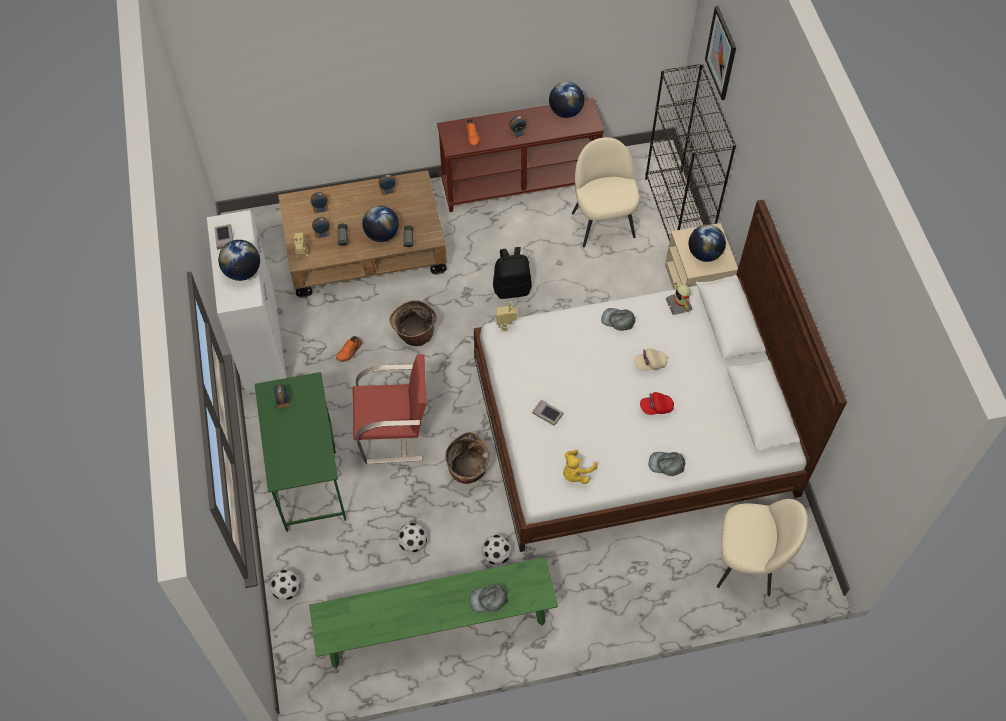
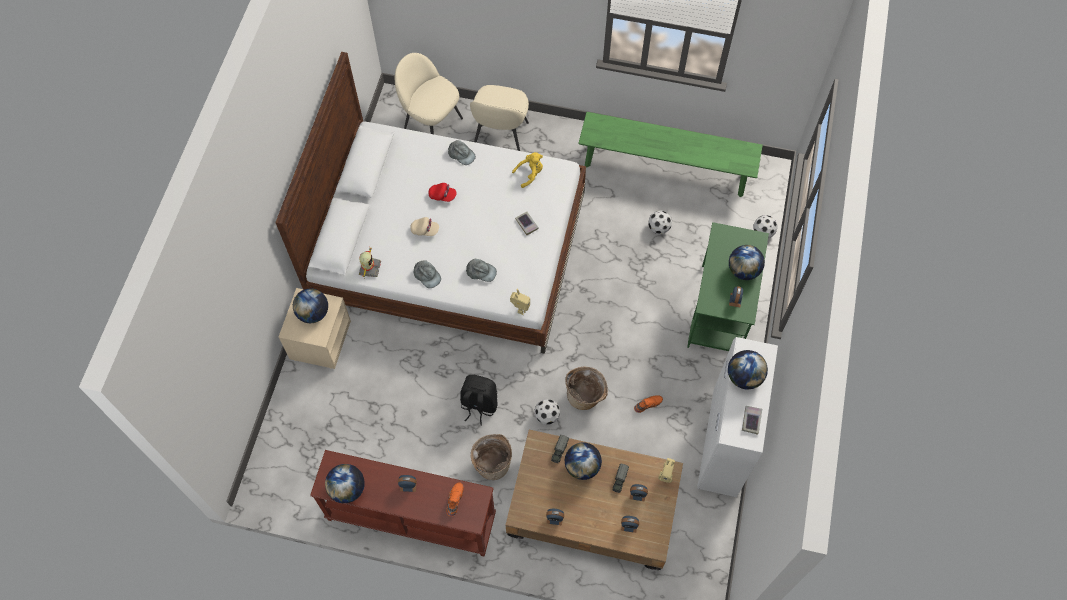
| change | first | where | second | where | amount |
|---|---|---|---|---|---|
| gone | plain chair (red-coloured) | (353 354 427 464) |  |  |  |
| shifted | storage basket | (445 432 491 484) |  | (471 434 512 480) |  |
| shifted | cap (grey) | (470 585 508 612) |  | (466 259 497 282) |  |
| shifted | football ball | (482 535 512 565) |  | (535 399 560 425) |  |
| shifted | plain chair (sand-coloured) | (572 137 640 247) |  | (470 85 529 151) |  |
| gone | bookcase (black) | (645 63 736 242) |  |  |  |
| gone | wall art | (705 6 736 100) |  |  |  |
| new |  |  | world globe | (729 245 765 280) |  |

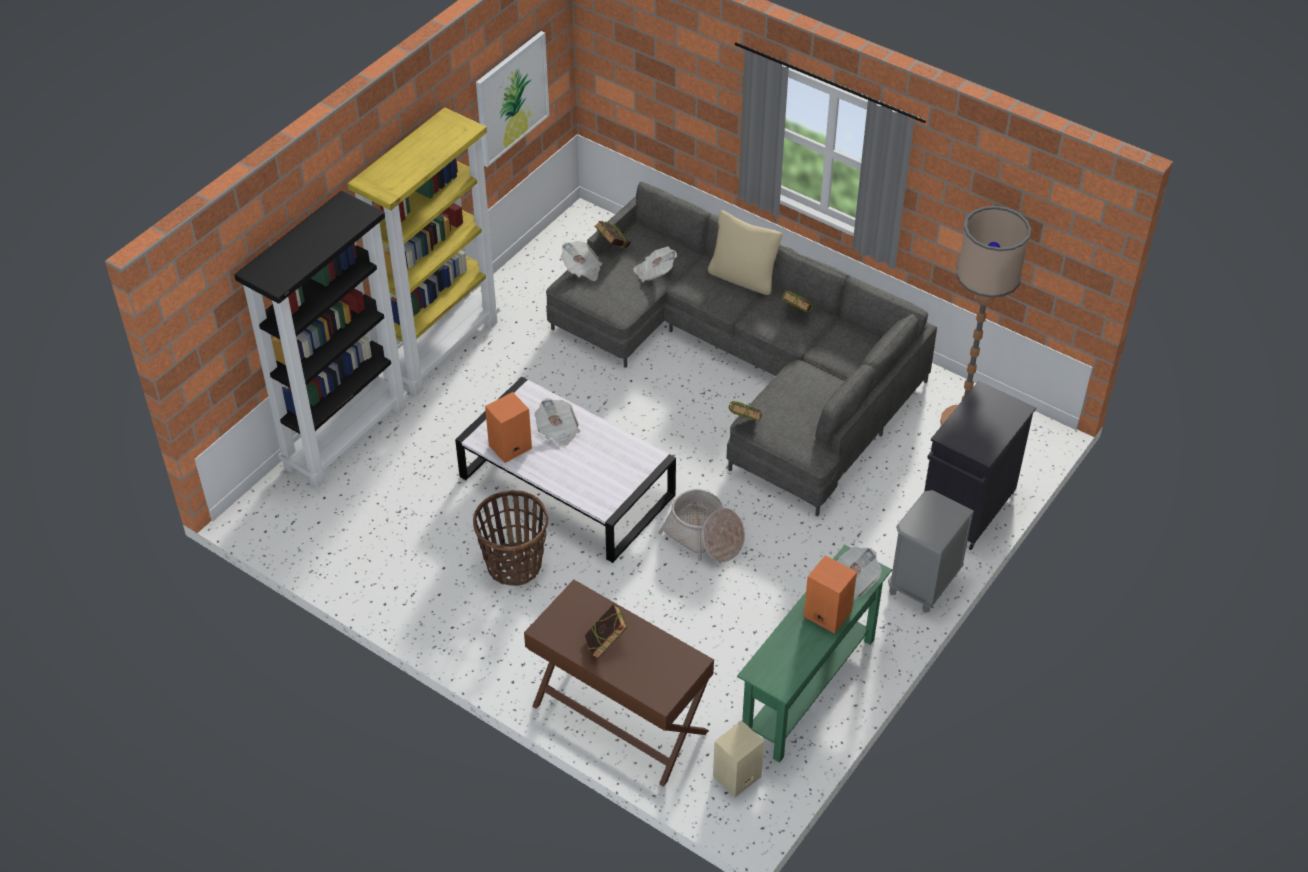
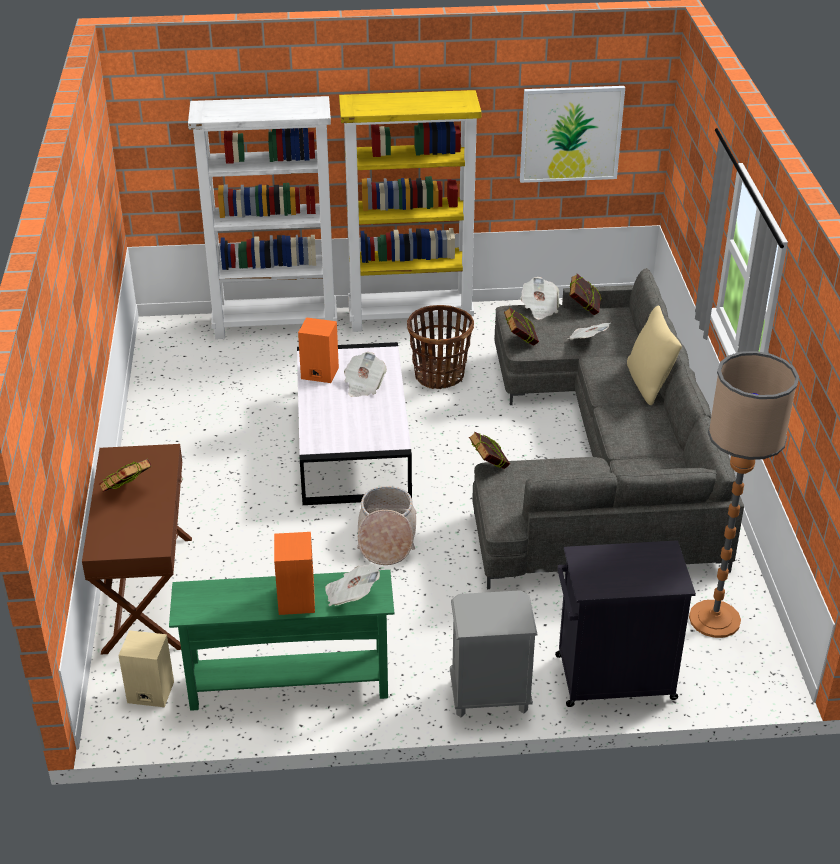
| change | first | where | second | where | amount |
|---|---|---|---|---|---|
| repainted | bookcase (black) | (234 191 408 488) | bookcase (white) | (188 96 337 339) |  |
| shifted | storage basket | (473 490 548 586) |  | (407 305 474 389) |  |
| shifted | bound book | (782 291 813 312) |  | (504 308 539 346) |  |

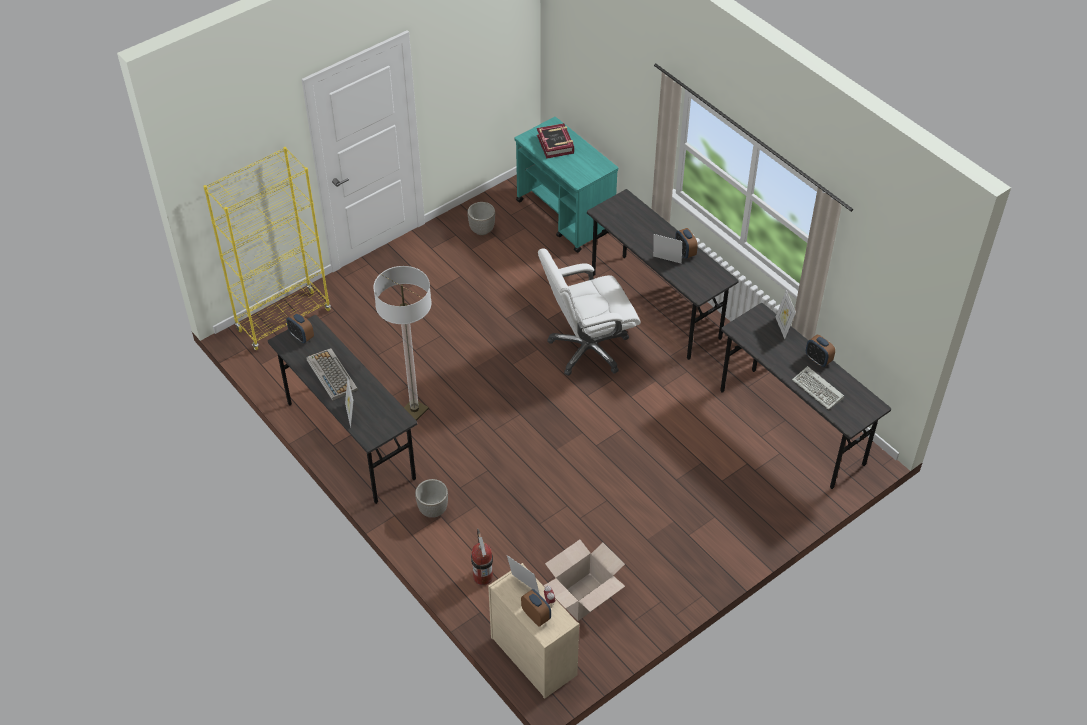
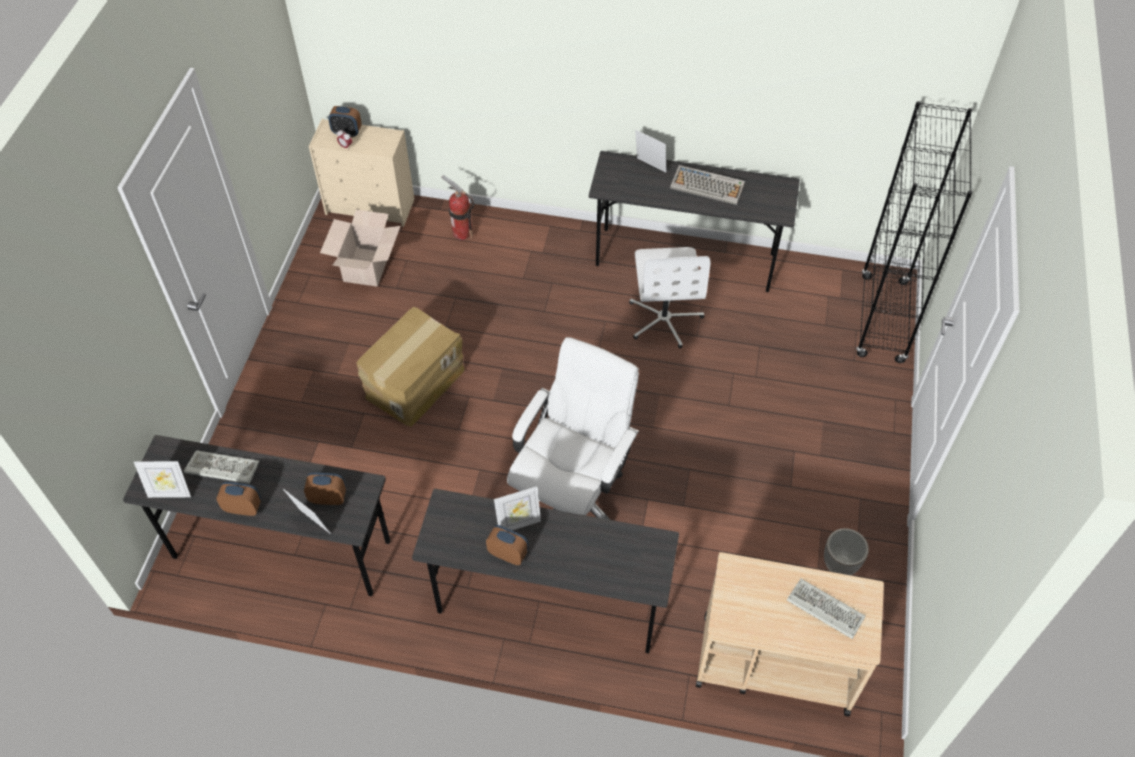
| change | first | where | second | where | amount |
|---|---|---|---|---|---|
| repainted | bookcase (yellowish) | (203 147 331 350) | bookcase (black) | (856 101 973 363) |  |
| shifted | bedside clock | (286 312 314 343) |  | (304 472 346 505) |  |
| swapped | standing lamp | (374 266 432 421) | office chair (white) | (629 247 710 348) |  |
| gone | plant pot | (415 479 448 518) |  |  |  |
| shifted | photo frame | (507 555 539 593) |  | (134 461 191 498) |  |
| repainted | wheeled cart (blue-green) | (515 117 618 253) | wheeled cart (sand-coloured) | (696 552 884 717) |  |
| swapped | bound book | (537 123 574 159) | PC keyboard | (787 579 866 639) |  |
| new |  |  | packing box | (356 307 465 427) |  |

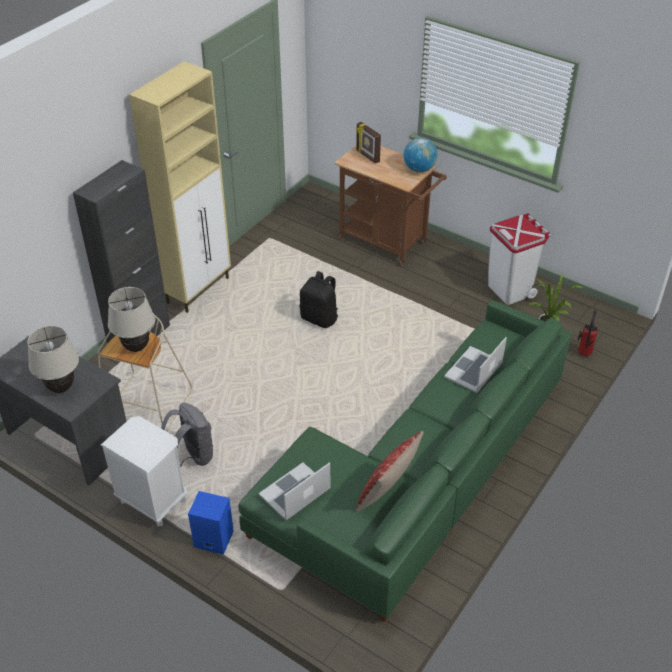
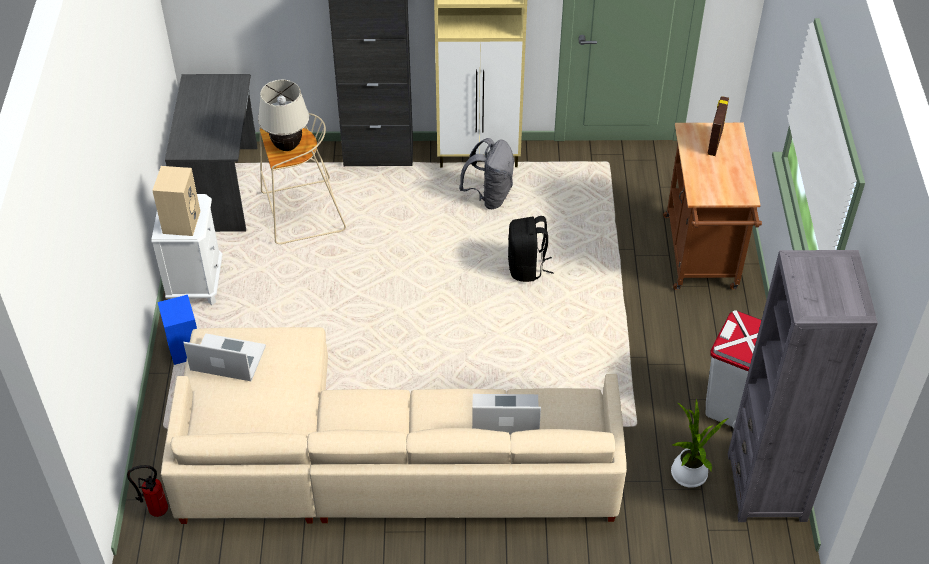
| change | first | where | second | where | amount |
|---|---|---|---|---|---|
| gone | table lamp (sand-coloured) | (27 326 79 393) |  |  |  |
| shifted | knapsack (grey) | (161 403 213 467) |  | (459 138 515 209) |  |
| repainted | sofa (greenish) | (238 300 572 622) | sofa (sand-coloured) | (161 327 627 524) |  |
| gone | cushion | (355 431 424 512) |  |  |  |
| gone | world globe | (403 138 437 172) |  |  |  |
| shifted | fire extinguisher | (577 310 598 357) |  | (127 465 168 517) |  |
| new |  |  | speaker (sand-coloured) | (152 166 201 236) |  |
| new |  |  | bookcase (grey) | (728 250 878 522) |  |

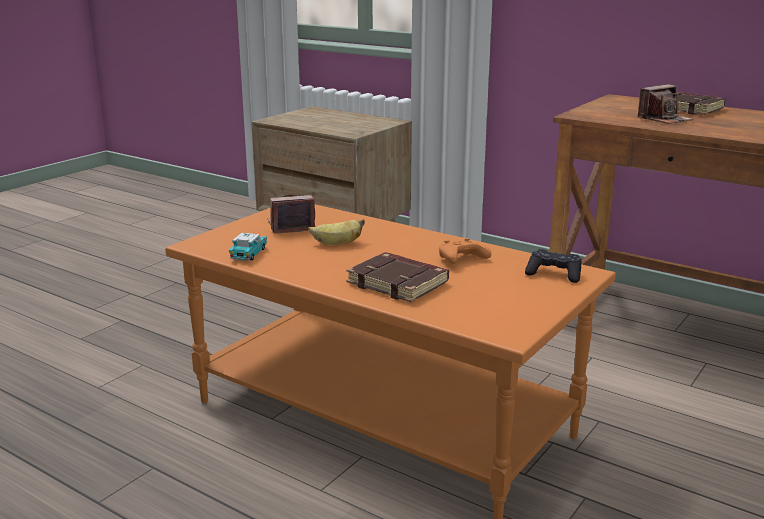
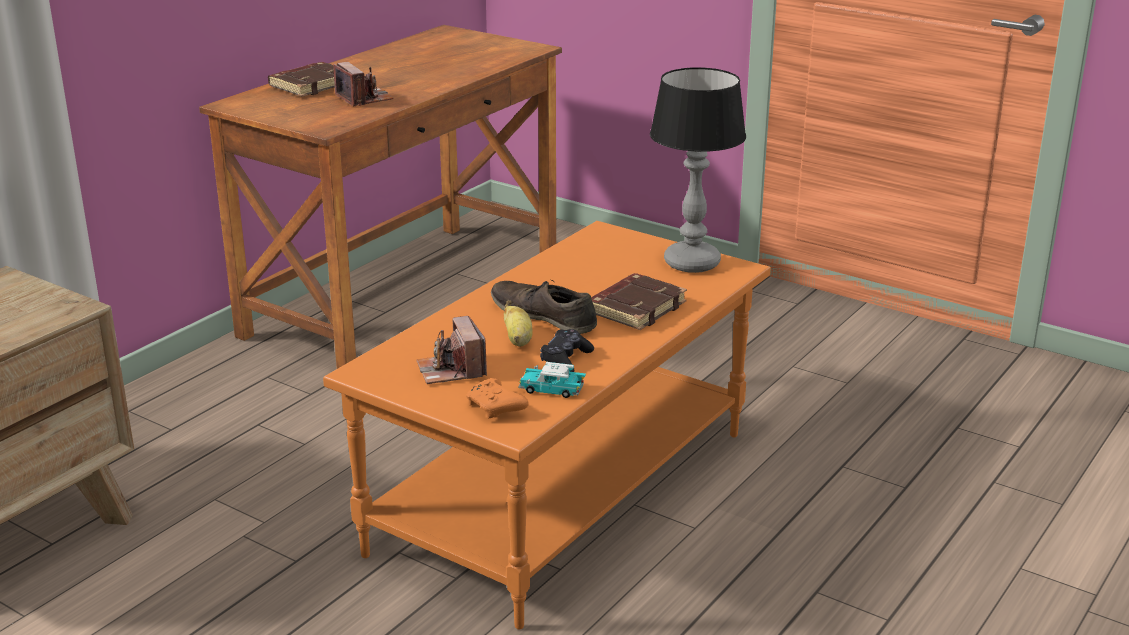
| change | first | where | second | where | amount |
|---|---|---|---|---|---|
| shifted | game controller (orange-coloured) | (439 238 491 264) |  | (466 378 529 418) |  |
| shifted | game controller (black) | (525 249 582 283) |  | (540 329 594 372) |  |
| new |  |  | item of footwear (brownish) | (491 280 597 334) |  |
| new |  |  | table lamp | (650 67 746 273) |  |

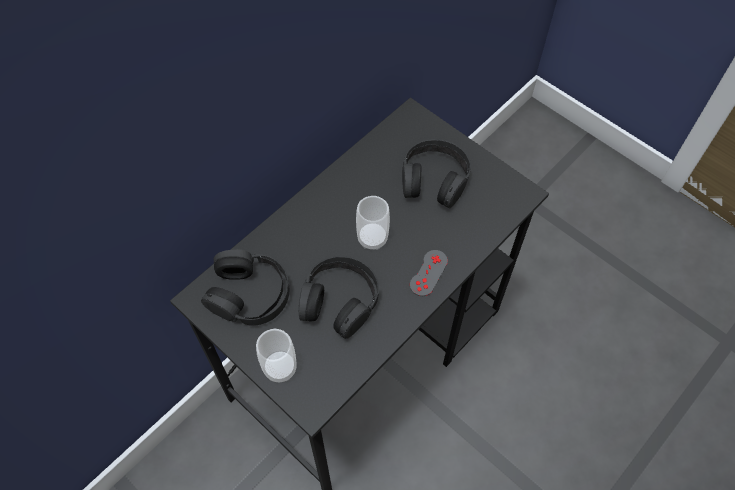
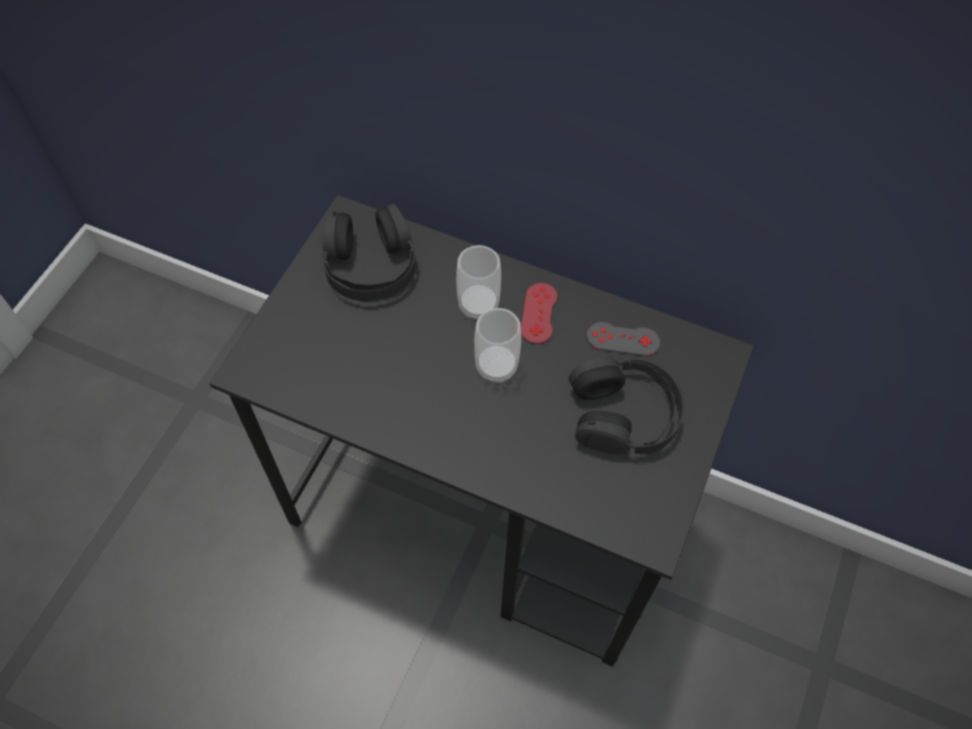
| change | first | where | second | where | amount |
|---|---|---|---|---|---|
| shifted | drinking cup | (256 329 297 382) |  | (456 245 501 319) |  |
| gone | headset (black) | (299 256 379 339) |  |  |  |
| shifted | game controller (grey) | (410 250 448 296) |  | (587 322 660 356) |  |
| new |  |  | game controller (red-coloured) | (521 283 557 344) |  |

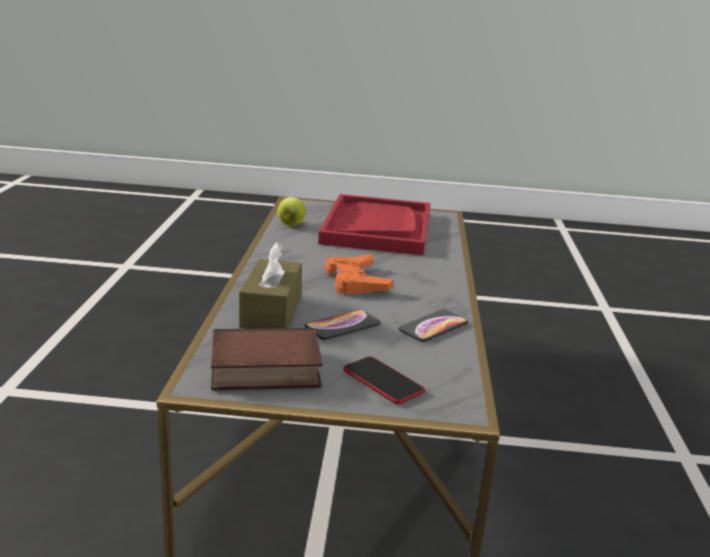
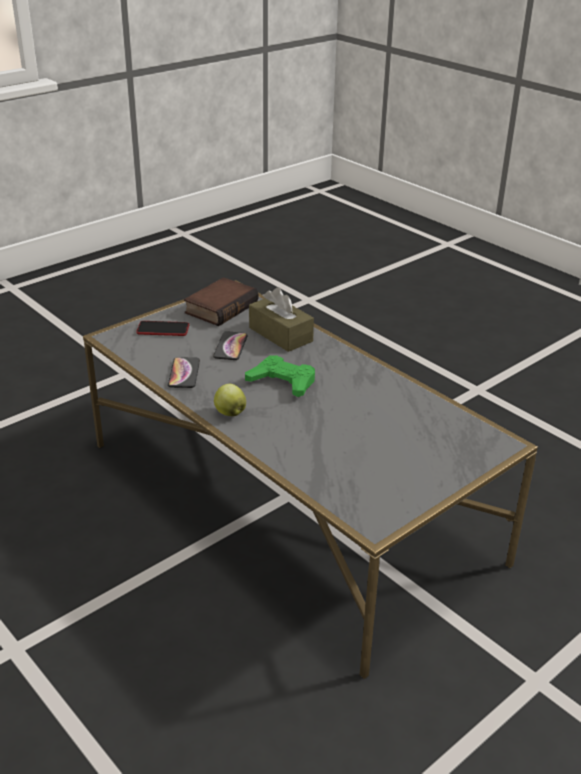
| change | first | where | second | where | amount |
|---|---|---|---|---|---|
| shifted | whole apple | (278 197 306 226) |  | (214 384 246 416) |  |
| gone | tray (red-coloured) | (318 194 431 255) |  |  |  |
| repainted | game controller (orange-coloured) | (325 254 394 295) | game controller (greenish) | (245 355 315 397) |  |

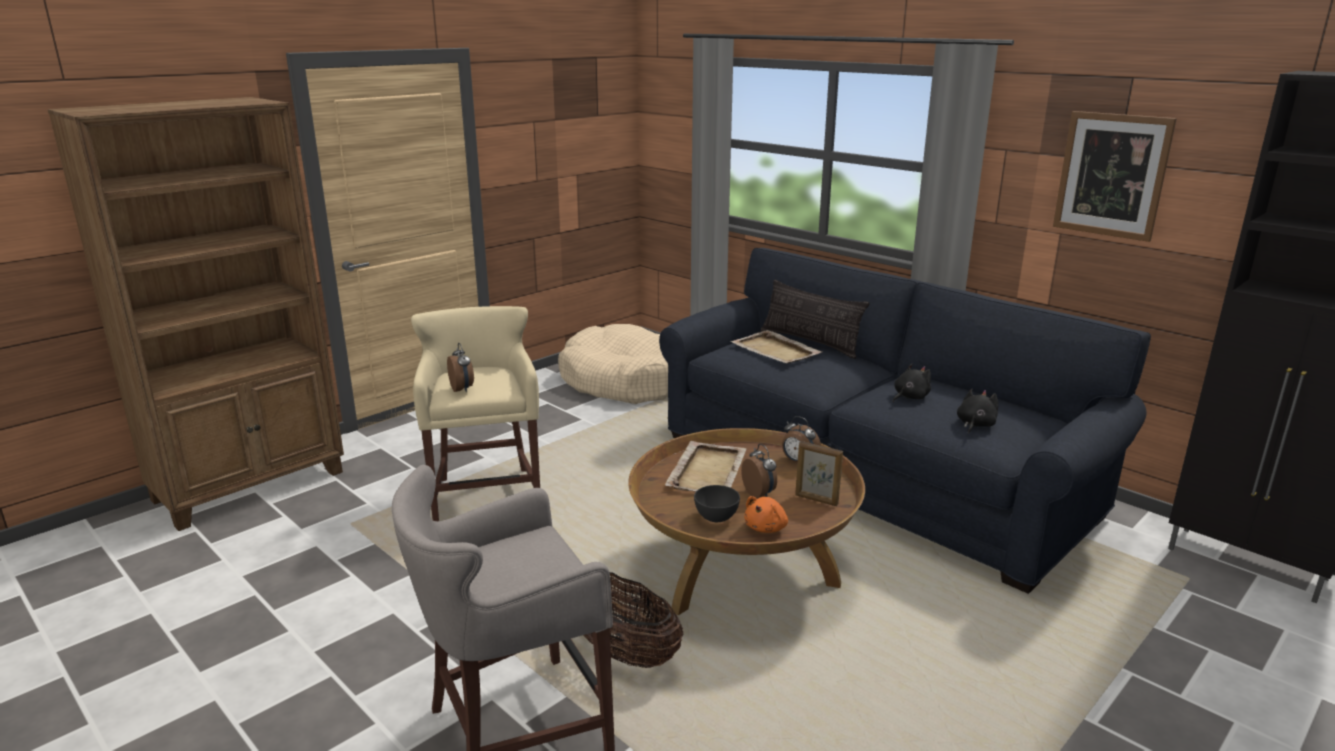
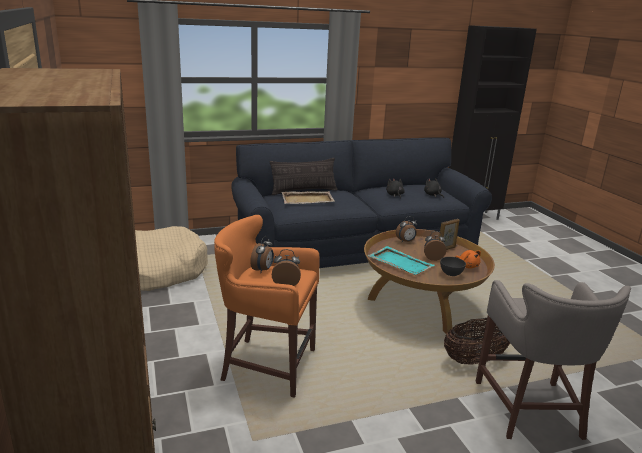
| change | first | where | second | where | amount |
|---|---|---|---|---|---|
| repainted | sitting stool (sand-coloured) | (411 306 540 521) | sitting stool (orange-coloured) | (214 215 320 398) |  |
| repainted | tray (sand-coloured) | (665 441 747 492) | tray (blue-green) | (367 246 435 275) |  |
| gone | wall art | (1053 111 1177 242) |  |  |  |
| new |  |  | bedside clock | (250 236 274 273) |  |

